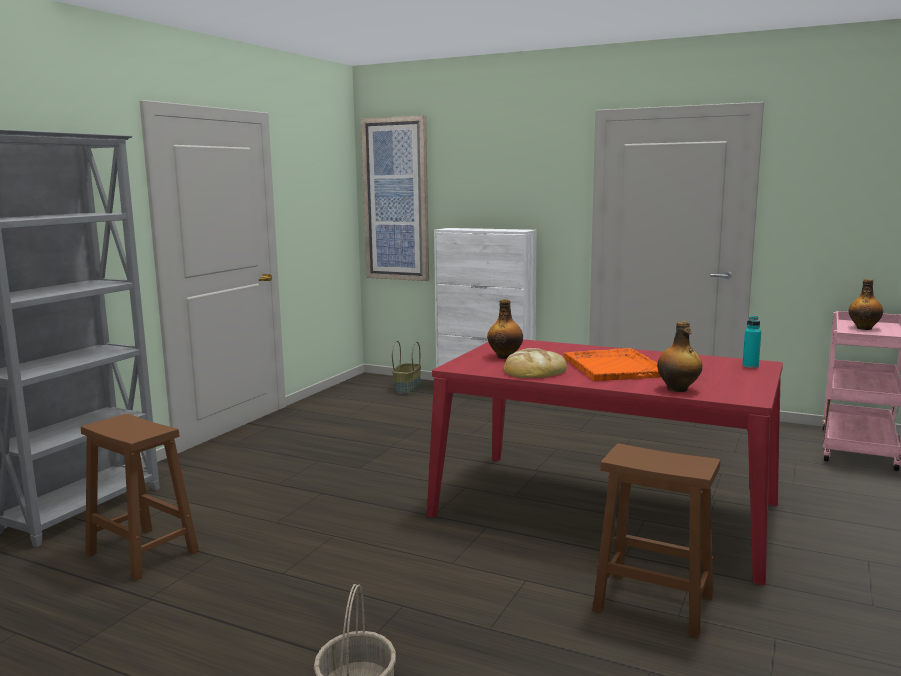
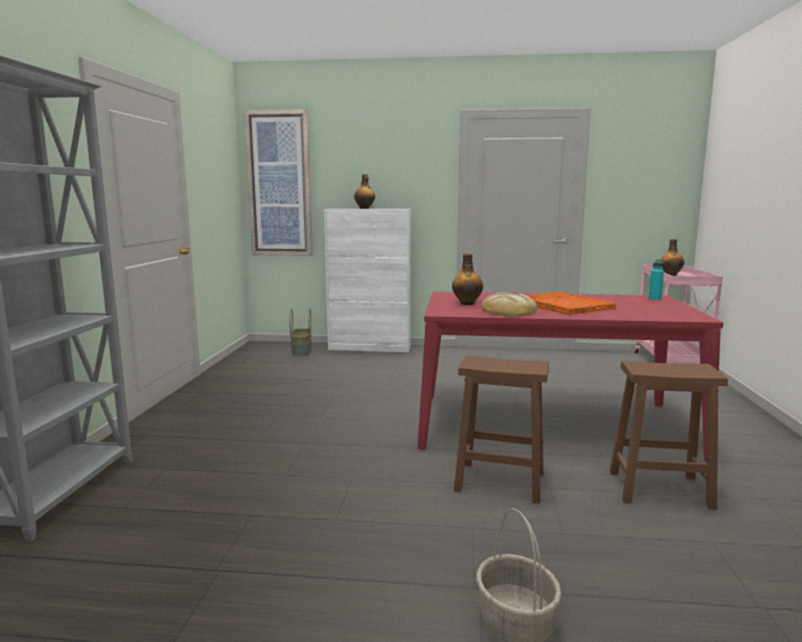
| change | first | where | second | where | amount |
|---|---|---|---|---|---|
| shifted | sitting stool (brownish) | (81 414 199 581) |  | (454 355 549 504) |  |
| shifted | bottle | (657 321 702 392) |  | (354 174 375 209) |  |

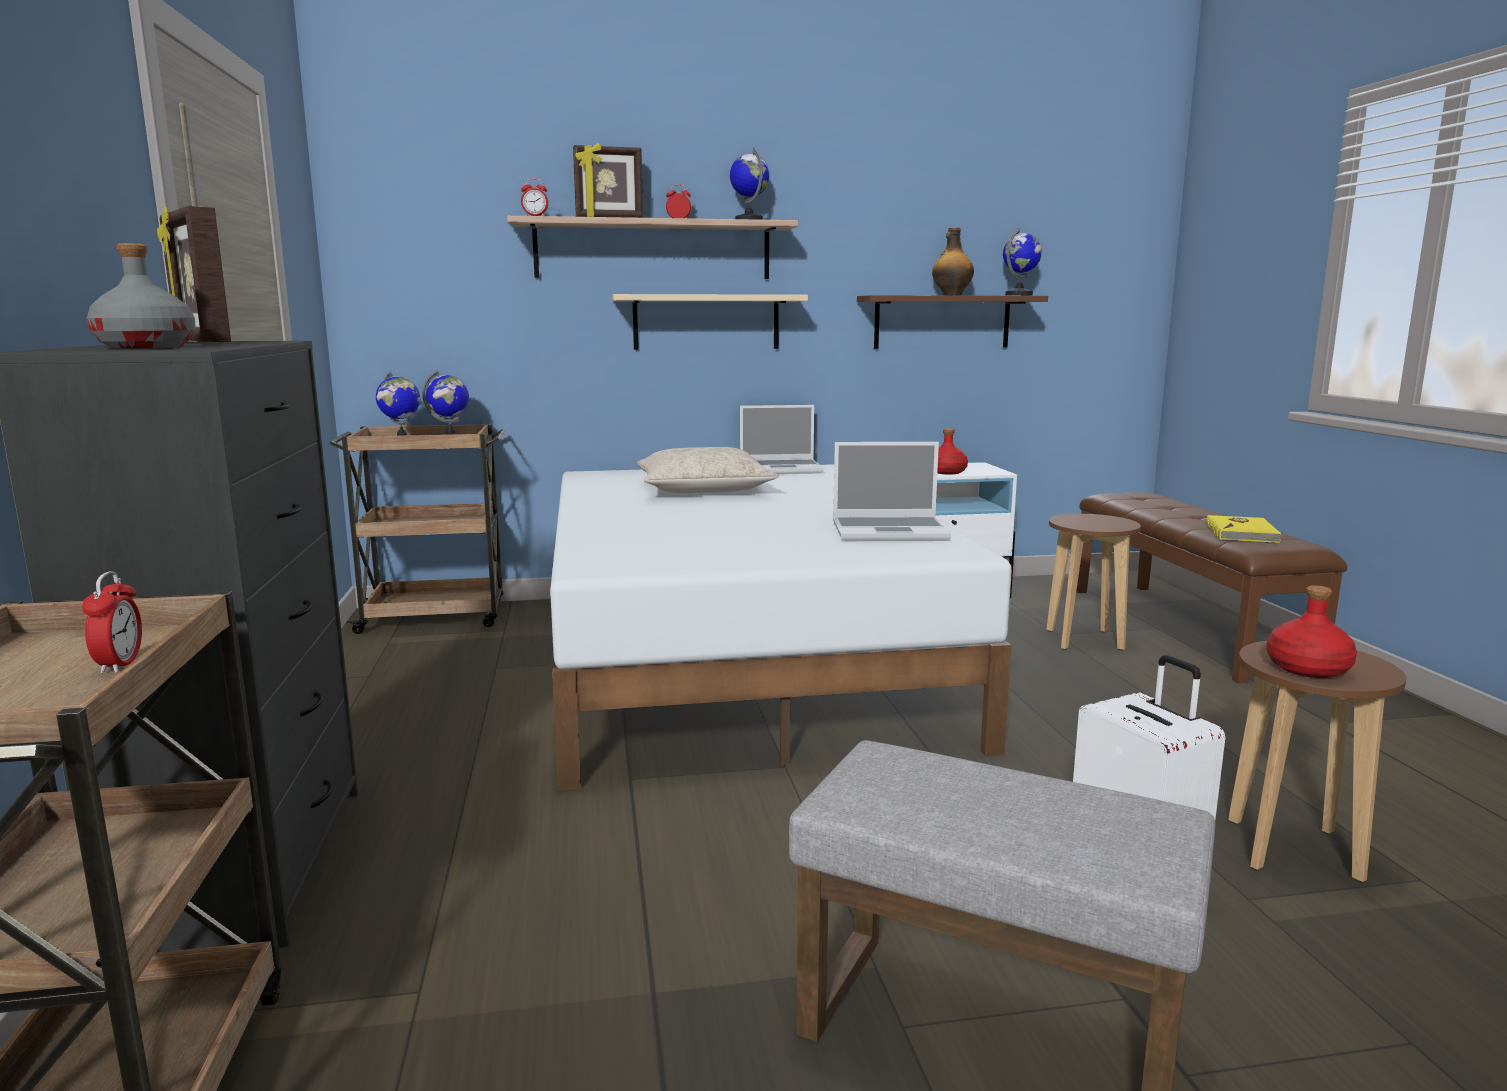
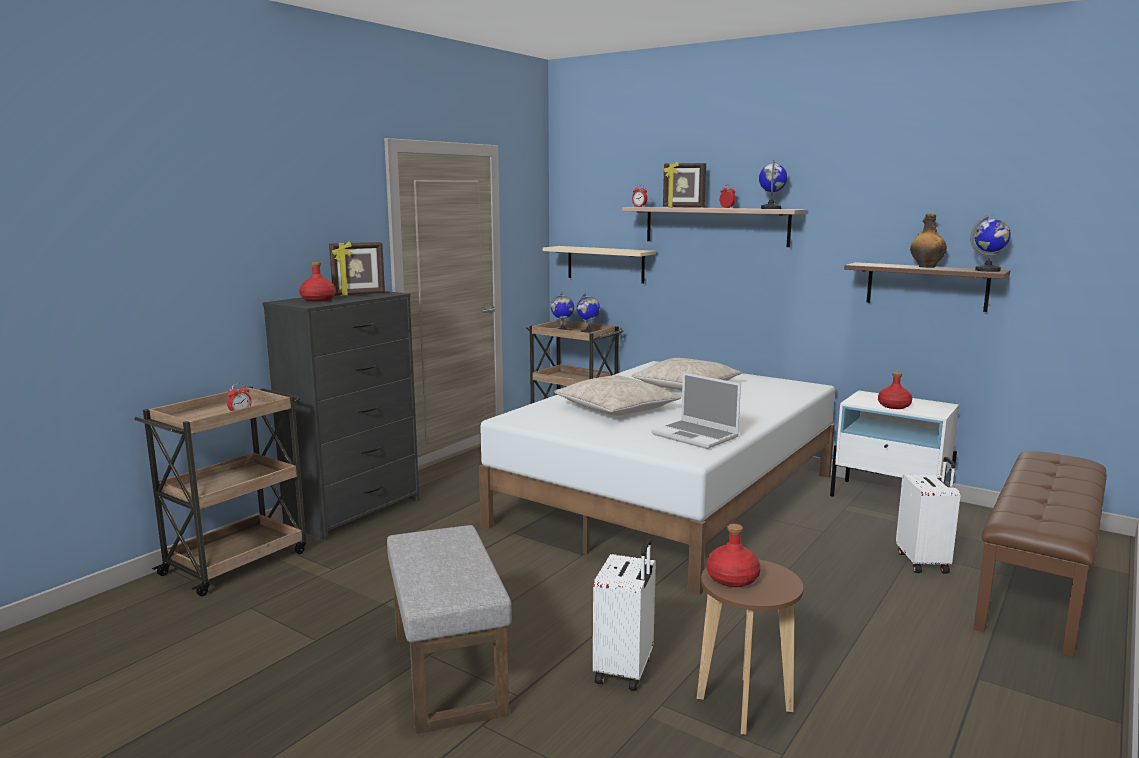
| change | first | where | second | where | amount |
|---|---|---|---|---|---|
| repainted | bottle (grey) | (87 243 196 348) | bottle (red-coloured) | (299 262 336 302) |  |
| rotated | photo frame | (157 206 231 342) |  | (329 241 385 296) | 120 degrees counterclockwise |
| shifted | wall shelf (sand-coloured) | (612 294 808 350) |  | (543 246 656 284) |  |
| gone | portable computer | (740 405 824 474) |  |  |  |
| swapped | sitting stool (brownish) | (1046 514 1141 650) | travel case (white) | (896 457 960 574) |  |
| gone | bound book (yellowish) | (1206 515 1282 543) |  |  |  |
| new |  |  | cushion (sand-coloured) | (554 375 681 416) |  |

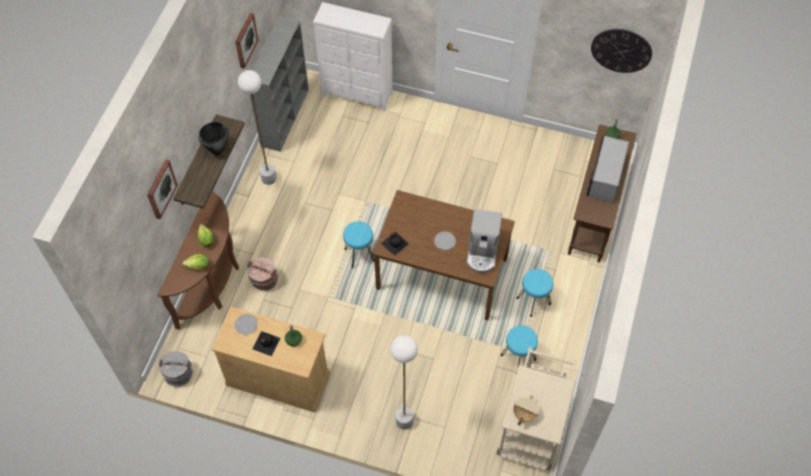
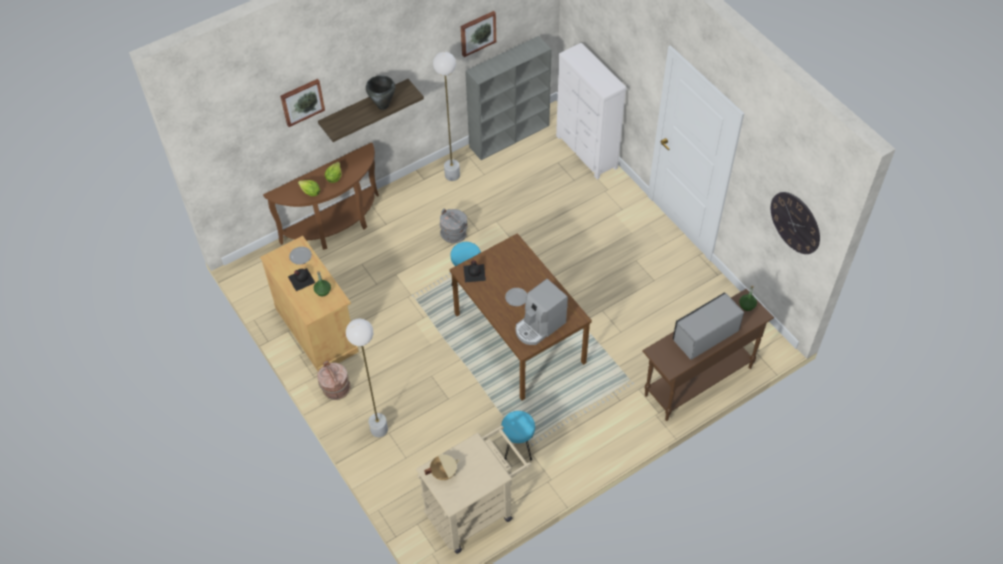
| change | first | where | second | where | amount |
|---|---|---|---|---|---|
| shifted | pail (grey) | (159 351 192 386) |  | (440 209 467 243) |  |
| shifted | pail (brownish) | (247 257 278 291) |  | (317 361 351 400) |  |
| gone | sitting stool (blue-green) | (516 269 553 317) |  |  |  |

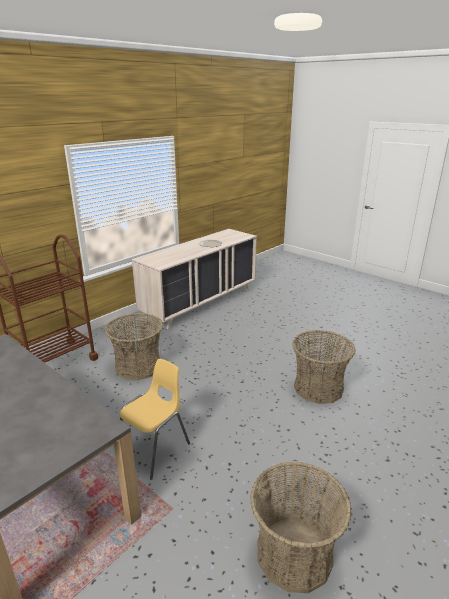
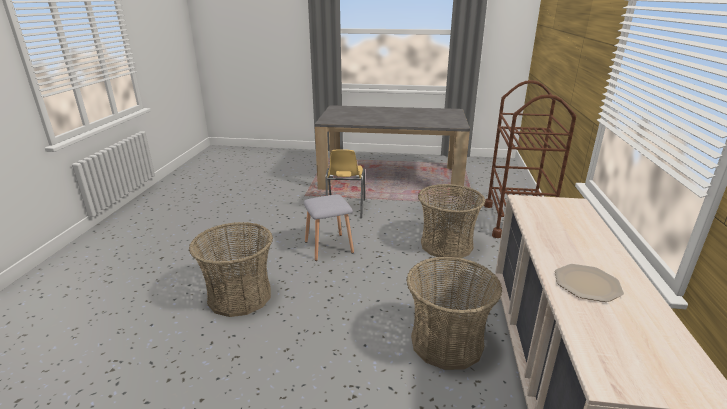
| change | first | where | second | where | amount |
|---|---|---|---|---|---|
| shifted | storage basket | (250 462 352 593) |  | (406 256 502 370) |  |
| new |  |  | sitting stool (grey) | (303 194 354 261) |  |

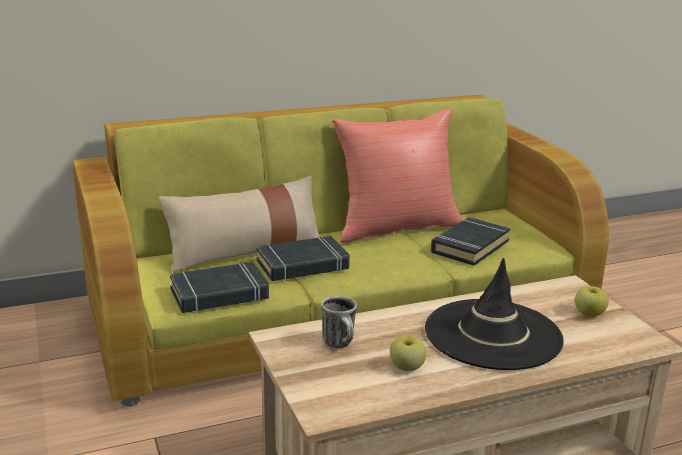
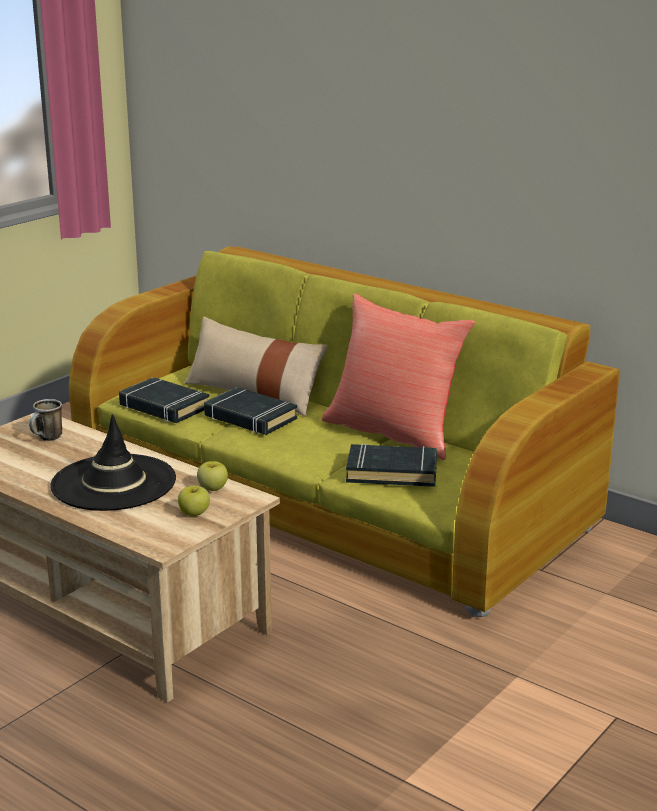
| change | first | where | second | where | amount |
|---|---|---|---|---|---|
| shifted | whole apple | (390 336 426 371) |  | (197 461 228 491) |  |

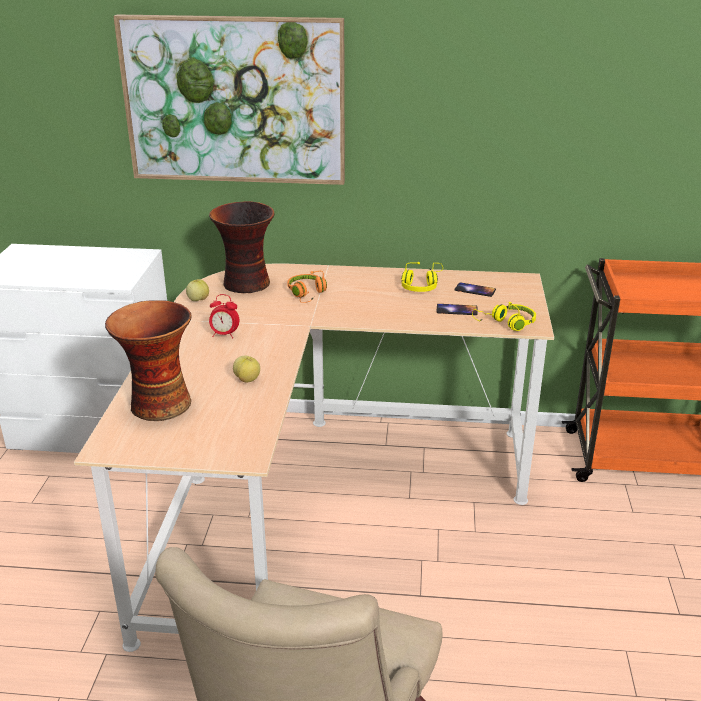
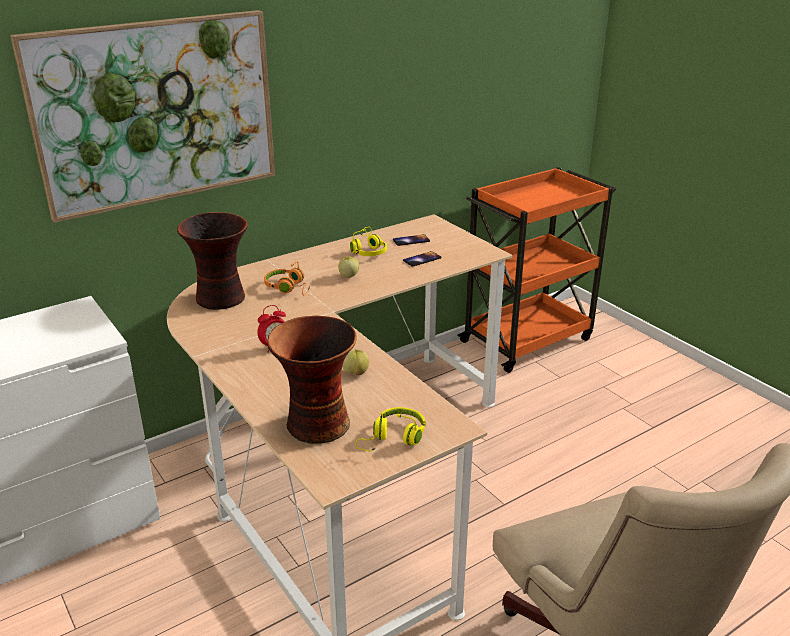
| change | first | where | second | where | amount |
|---|---|---|---|---|---|
| shifted | whole apple | (186 279 209 301) |  | (338 256 359 278) |  |
| shifted | headset (yellowish) | (472 302 536 331) |  | (355 407 426 451) |  |

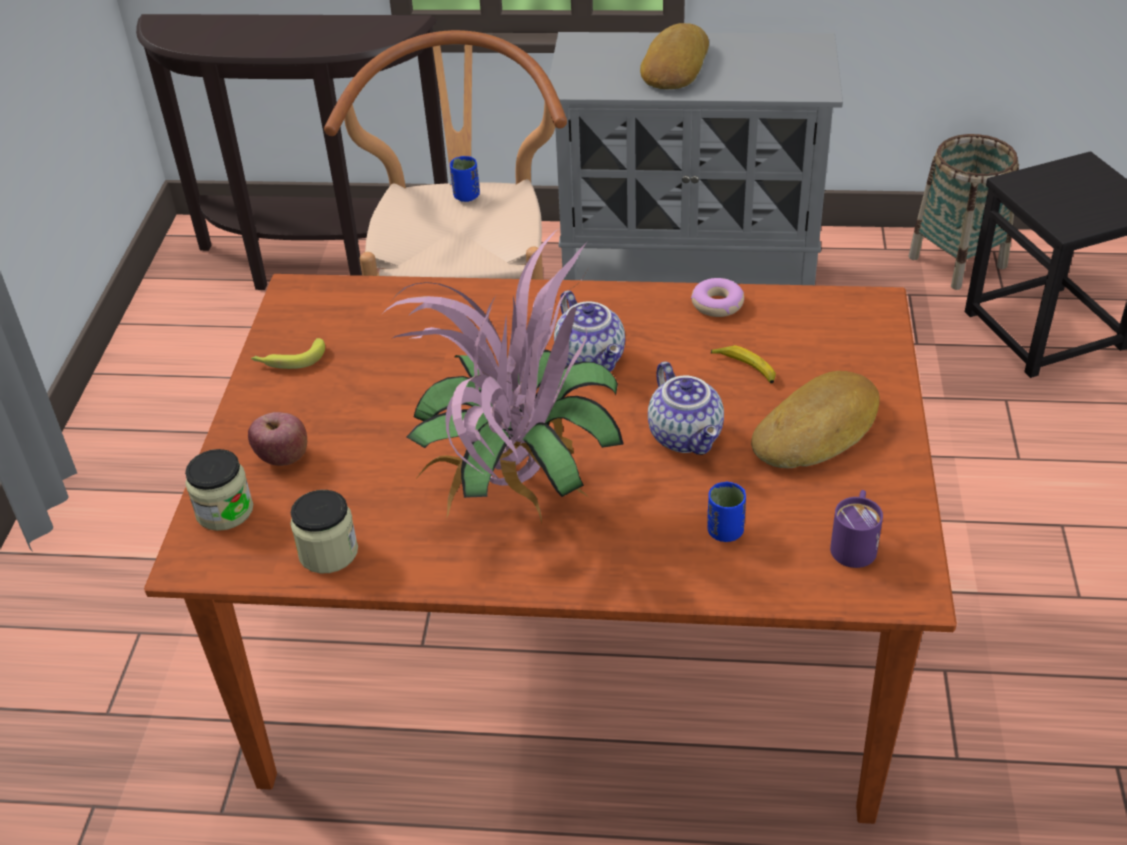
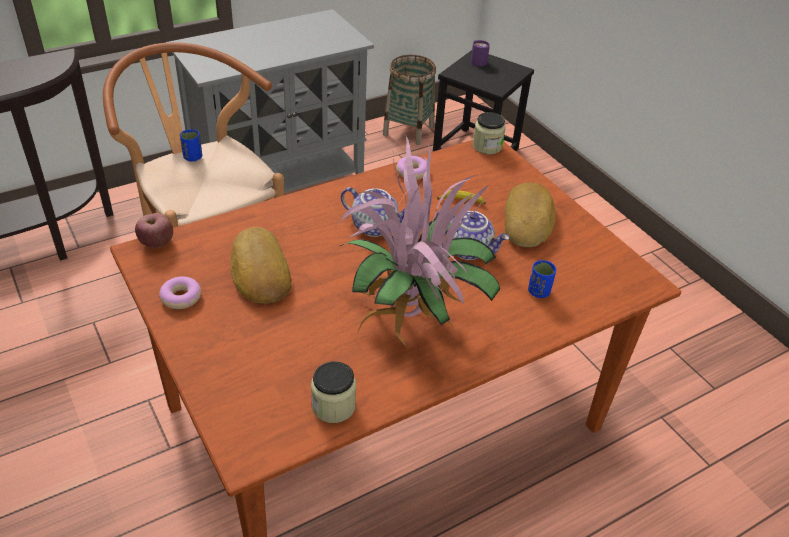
| change | first | where | second | where | amount |
|---|---|---|---|---|---|
| shifted | storage jar | (185 449 253 531) |  | (472 112 506 154) |  |
| shifted | whole apple | (248 412 307 466) |  | (135 213 173 248) |  |
| swapped | banana fruit | (251 338 325 369) | doughnut | (159 277 201 309) |  |
| shifted | bread | (640 23 709 89) |  | (231 227 292 304) |  |
| shifted | coffee mug (purple-coloured) | (830 490 883 568) |  | (471 40 490 66) |  |

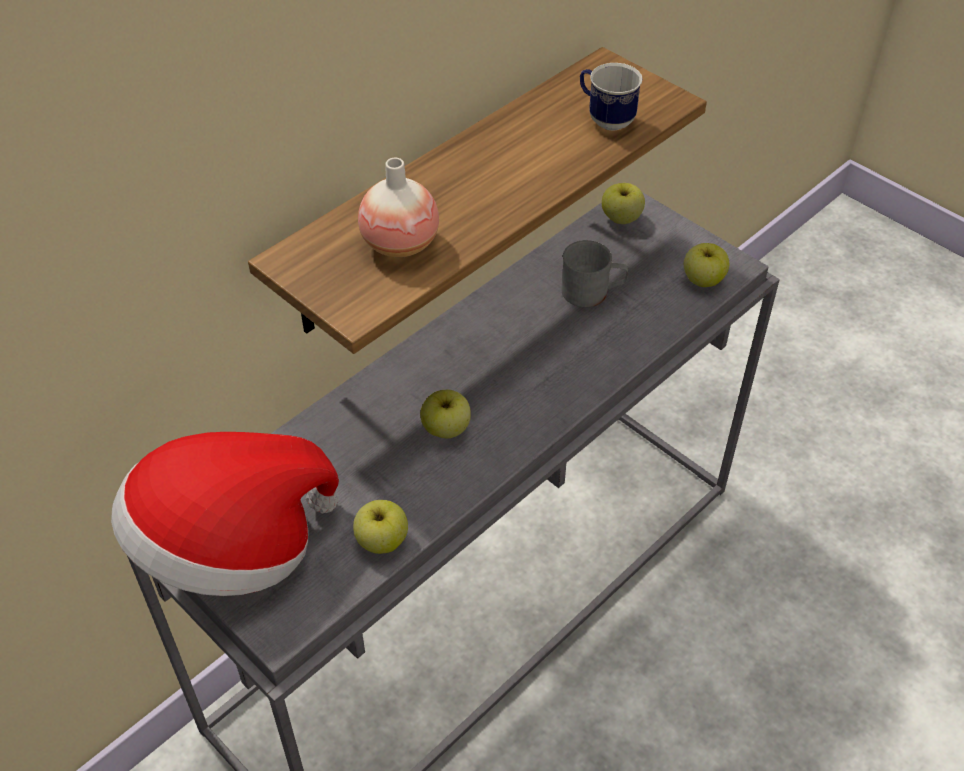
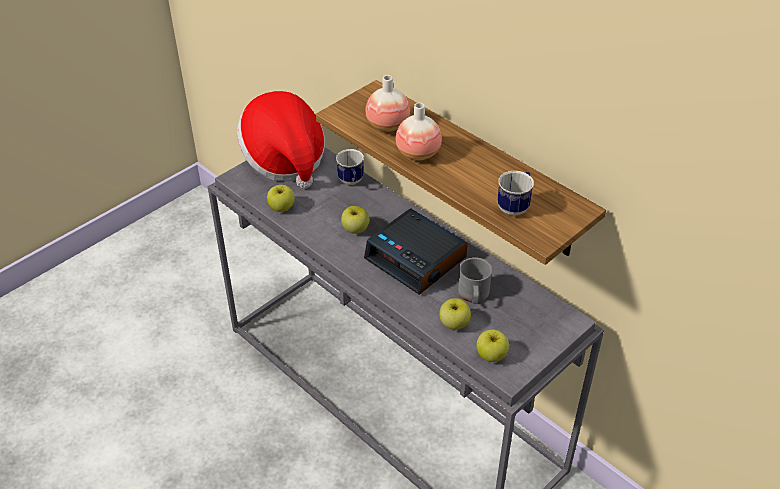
| change | first | where | second | where | amount |
|---|---|---|---|---|---|
| shifted | whole apple | (602 183 645 224) |  | (439 298 471 330) |  |
| new |  |  | coffee mug | (336 149 364 185) |  |
| new |  |  | bedside clock | (364 208 468 295) |  |
| new |  |  | flower vase | (396 103 442 161) |  |

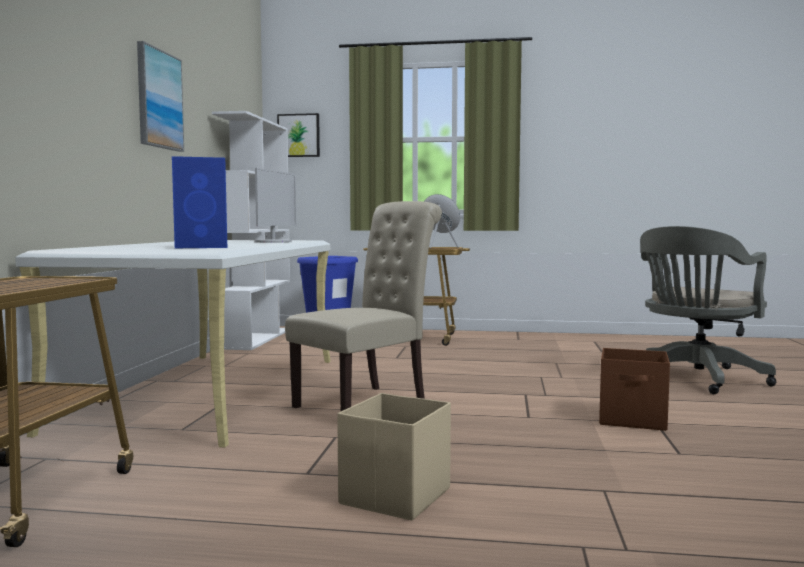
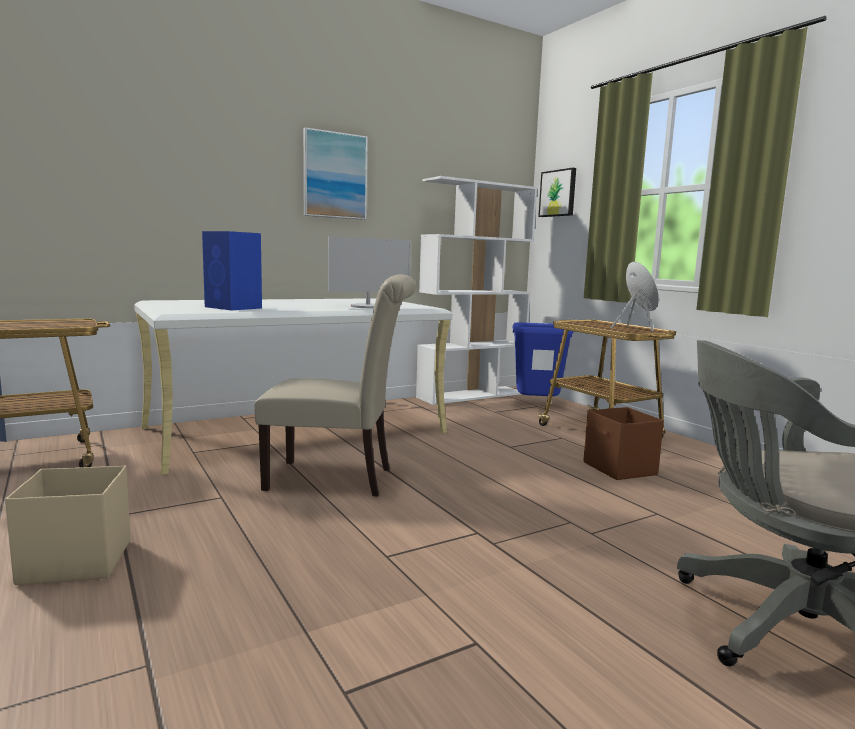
| change | first | where | second | where | amount |
|---|---|---|---|---|---|
| shifted | storage container (brownish) | (599 348 670 431) |  | (583 407 664 480) |  |

